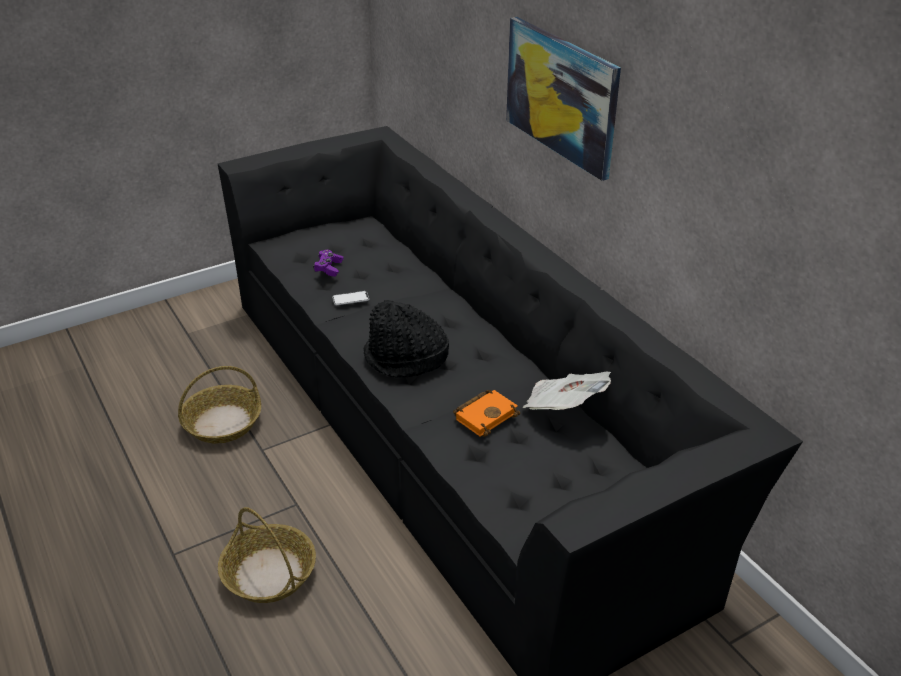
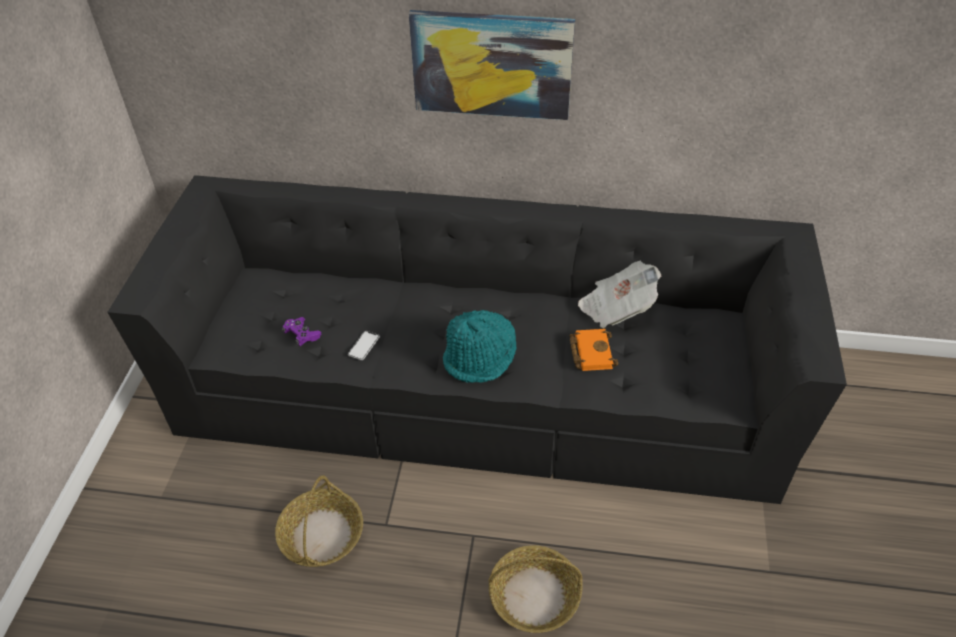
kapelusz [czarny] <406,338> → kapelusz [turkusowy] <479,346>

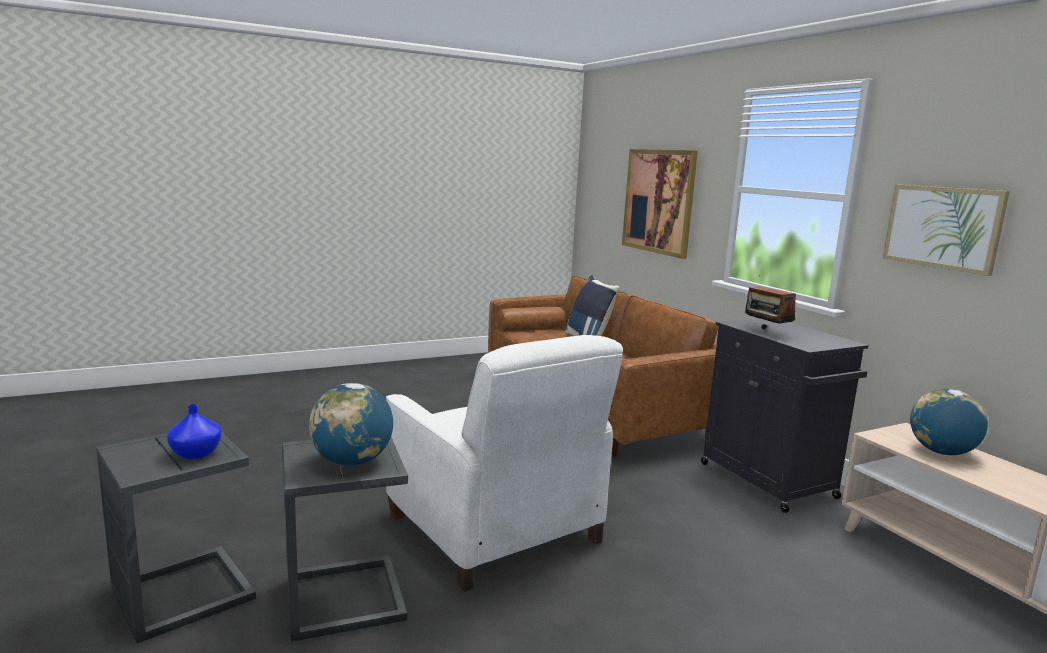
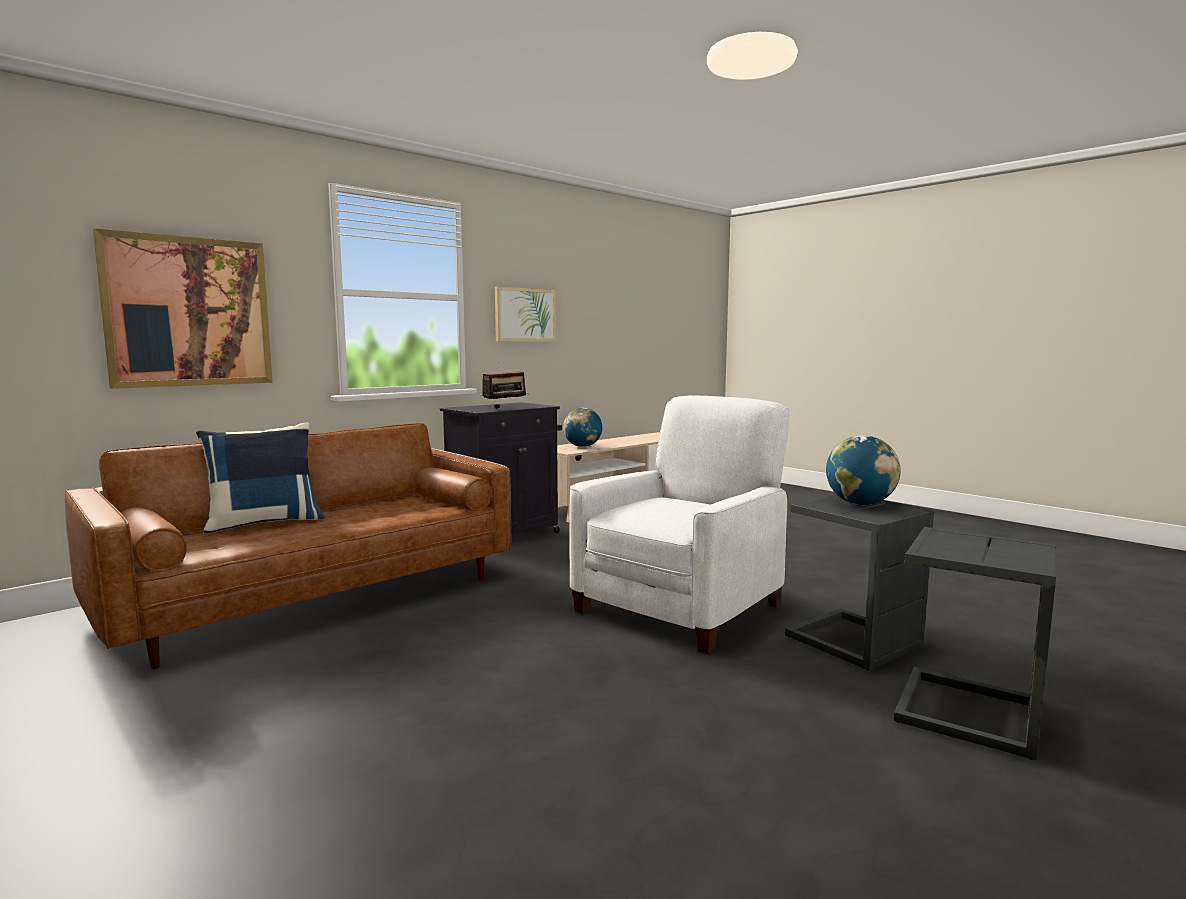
wazon [niebieski] <194,431> → -

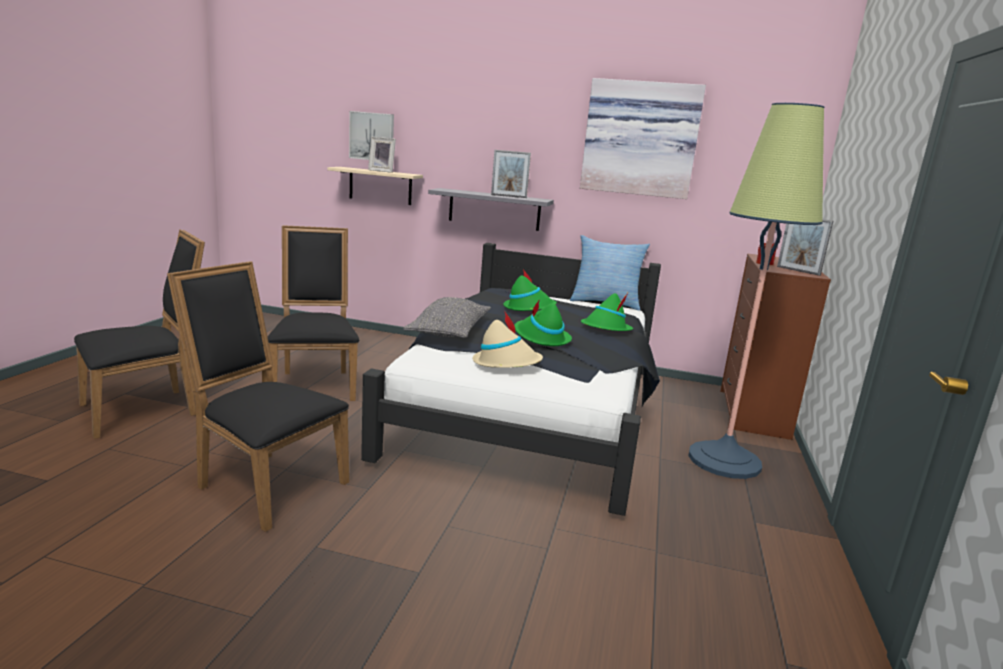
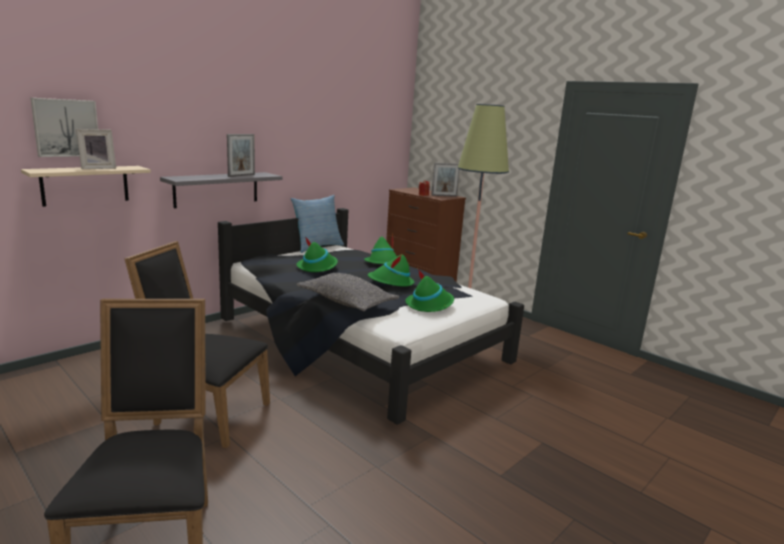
kapelusz [beżowy] <507,340> → kapelusz [zielony] <429,290>
krzesło [czarny] <258,396> → -
obraz <643,138> → -

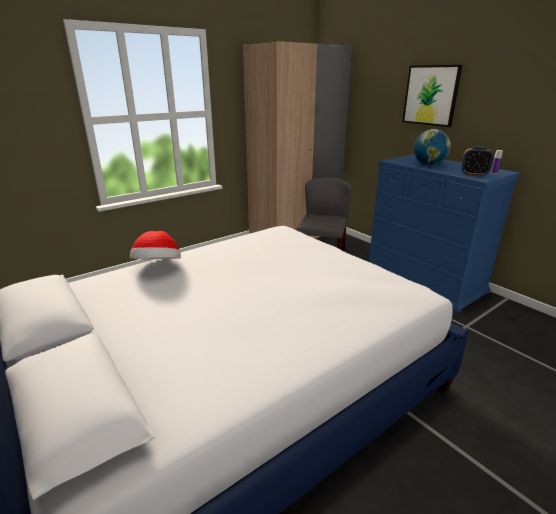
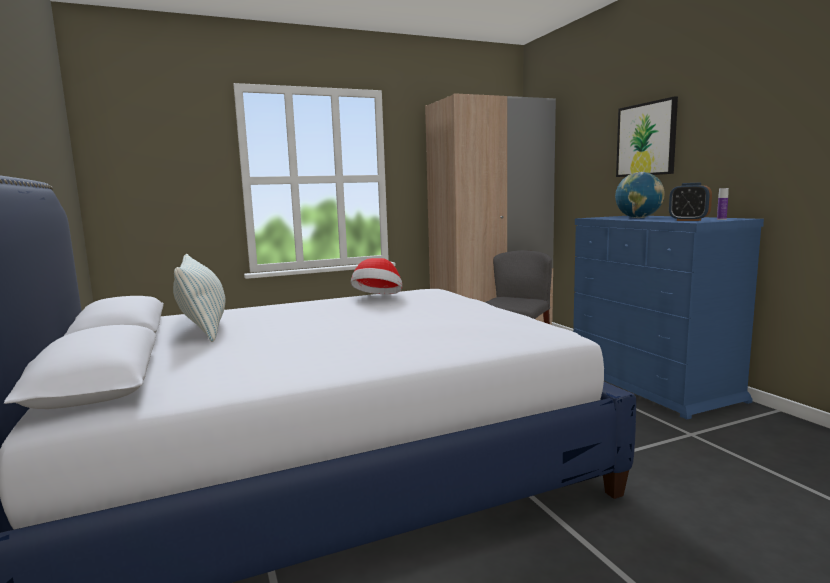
- → poduszka <199,298>
kapelusz <155,245> → kapelusz <376,276>, shifted

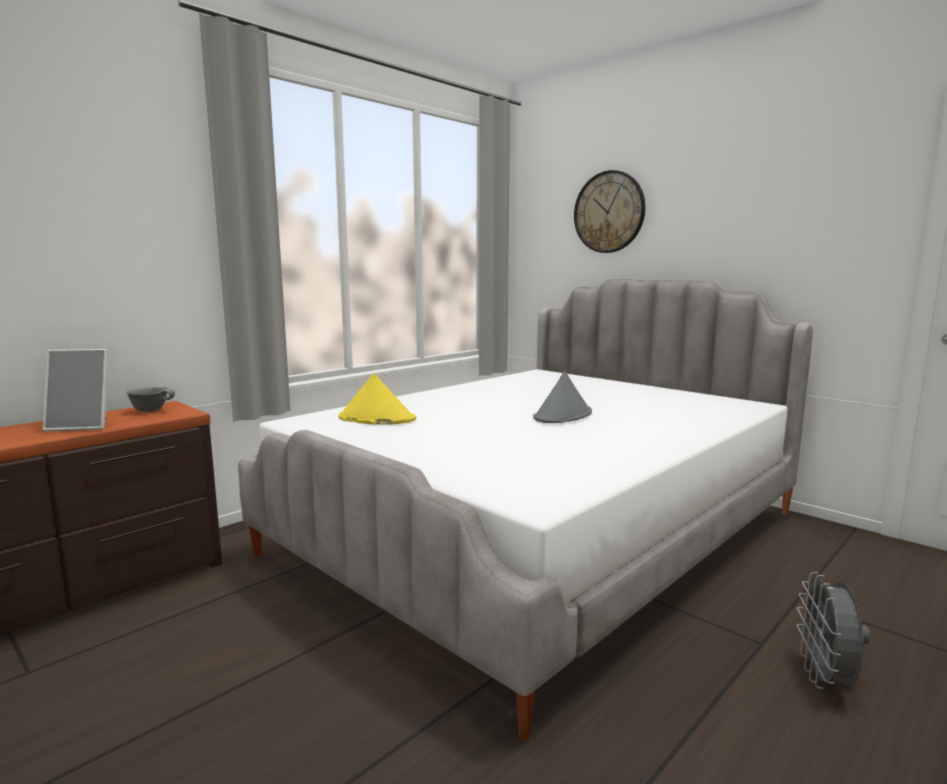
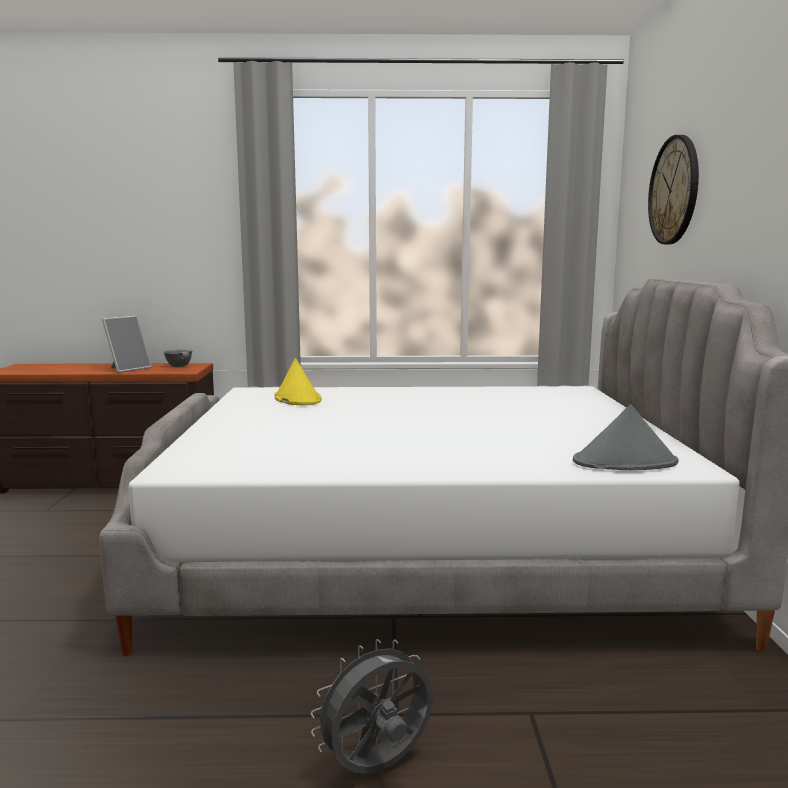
ramka na zdjęcie <75,390> → ramka na zdjęcie <127,344>, 90 degrees counterclockwise
kapelusz [szary] <562,397> → kapelusz [szary] <625,437>, shifted

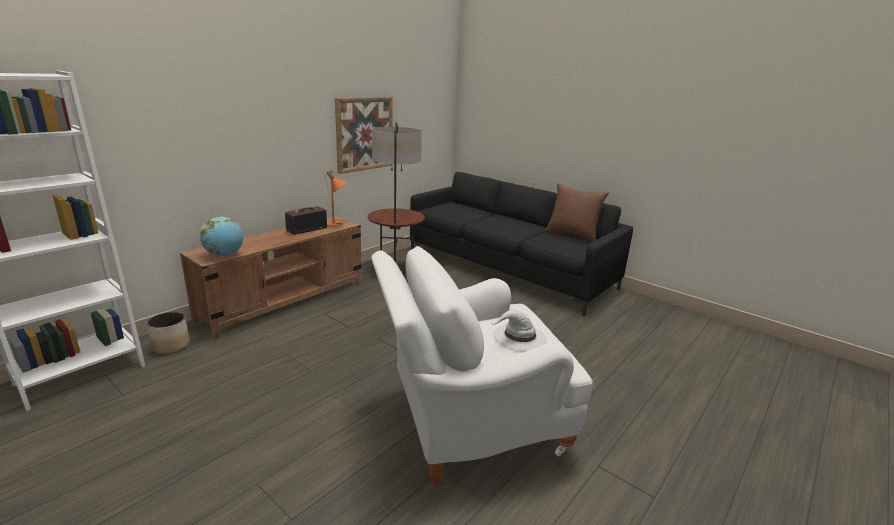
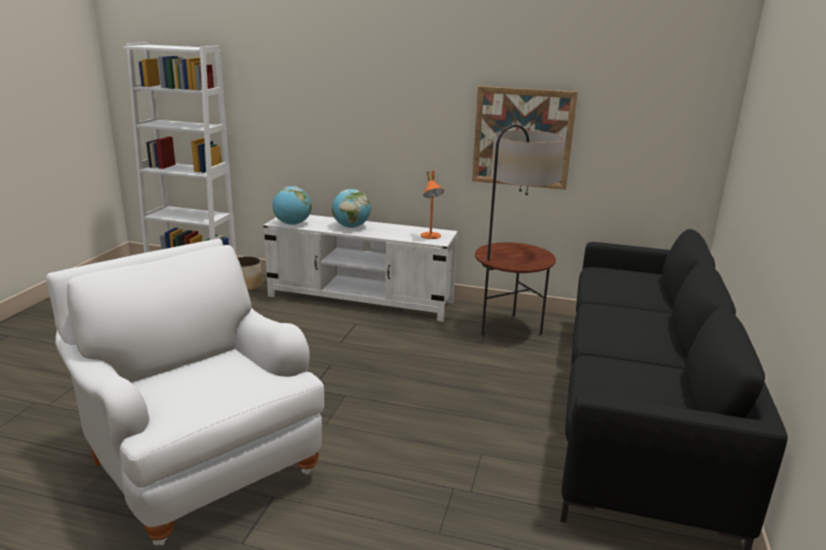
szafka pod telewizor [brązowy] <271,278> → szafka pod telewizor [biały] <360,268>
- → globus <351,208>
radio <306,220> → -
kapelusz [biały] <519,331> → -
poduszka [brązowy] <577,212> → -

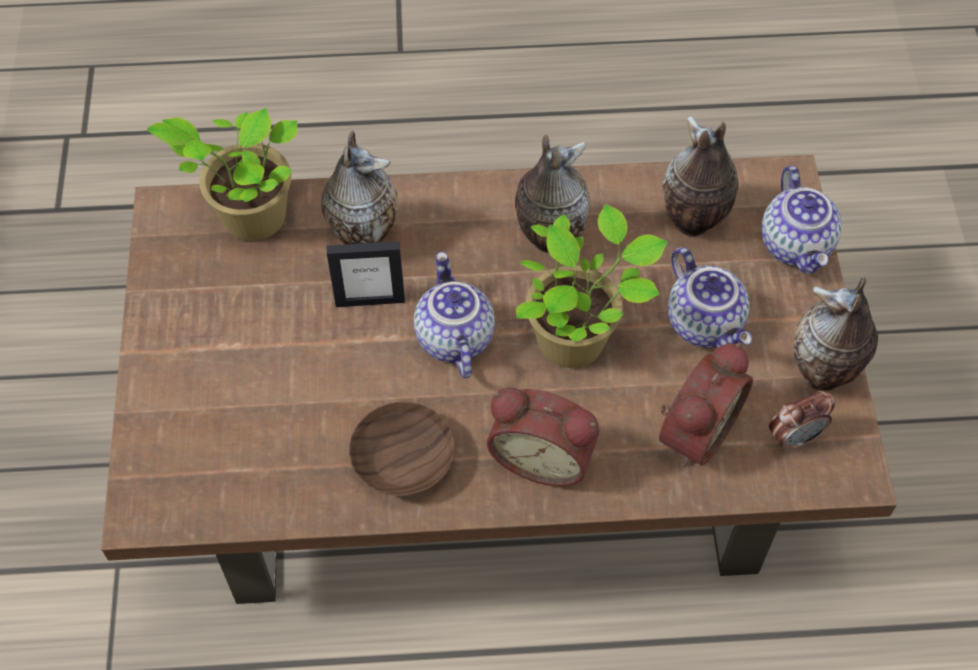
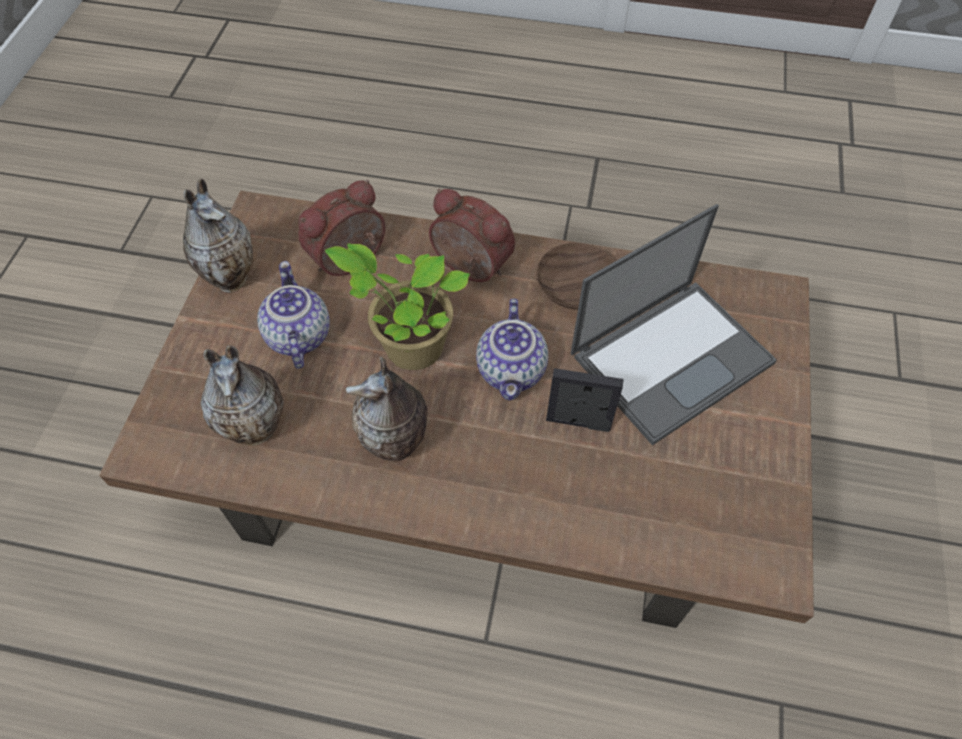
- → laptop <674,325>
roślina doniczkowa <222,174> → -
wazon <359,187> → -
imbryk <801,220> → -
budzik <802,421> → -

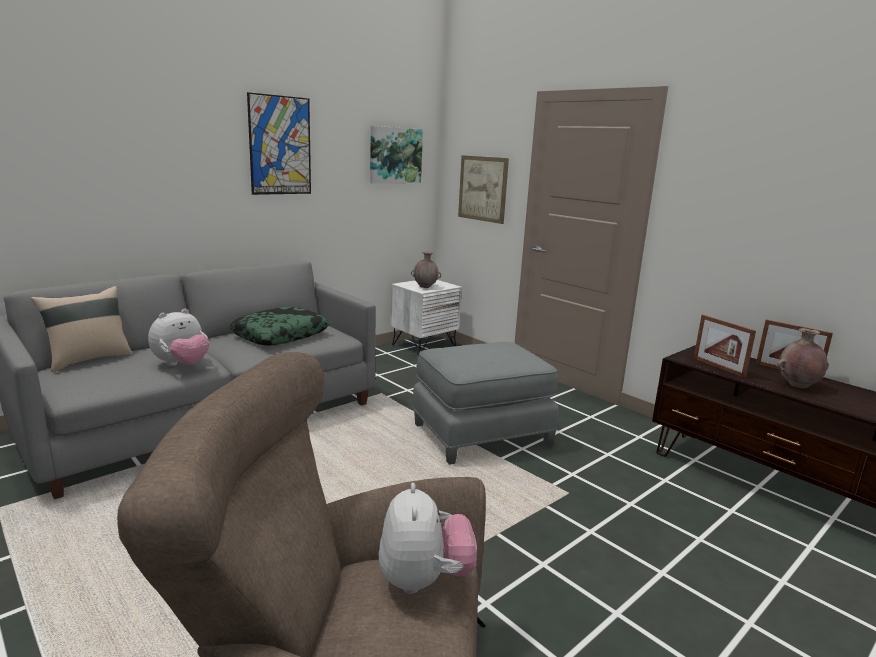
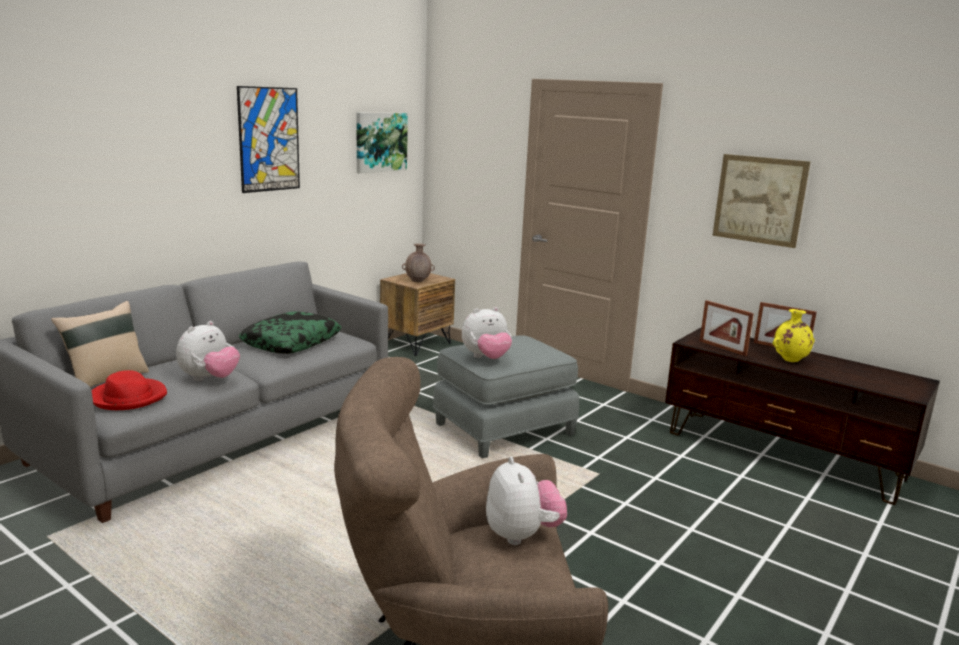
- → kapelusz [czerwony] <129,390>
szafka nocna [biały] <426,318> → szafka nocna [brązowy] <417,314>
- → pluszak <487,333>
obraz <483,189> → obraz <761,201>, shifted
wazon [brązowy] <803,358> → wazon [żółty] <793,335>

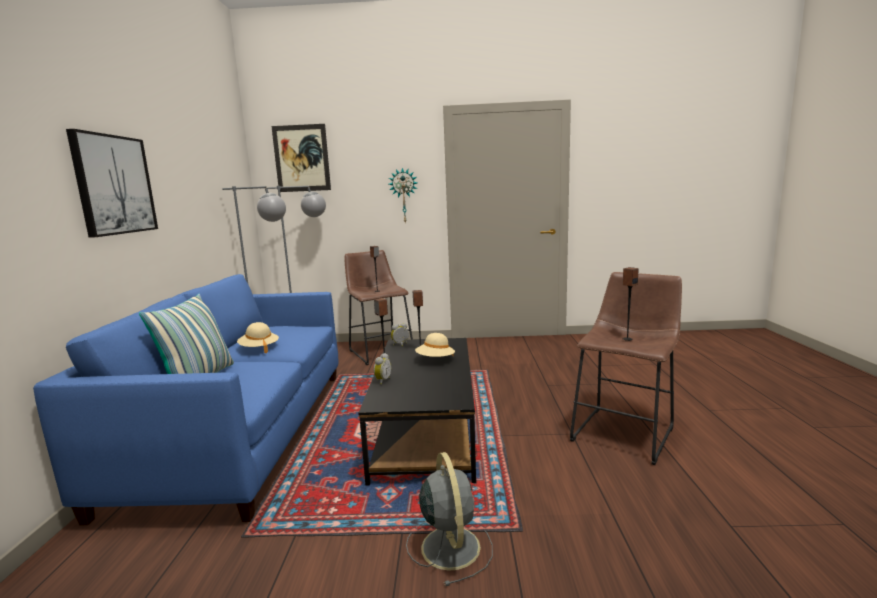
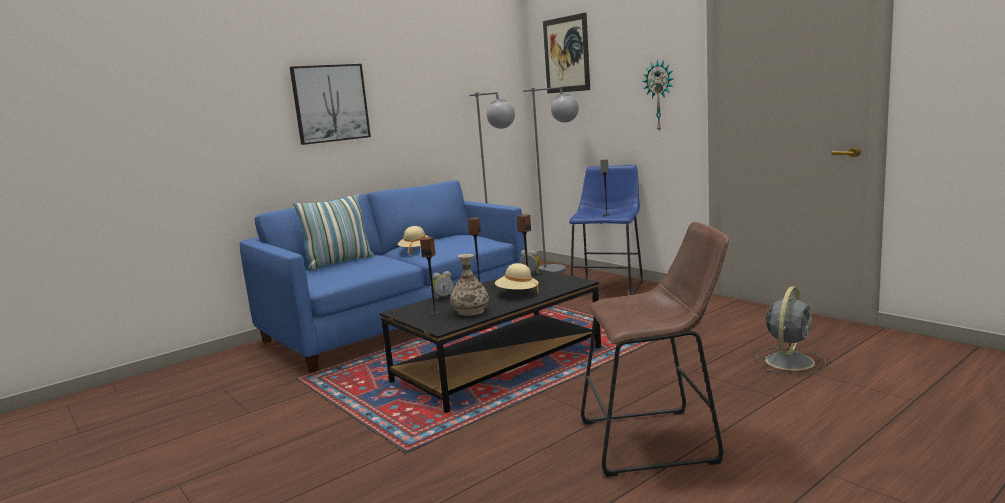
głośnik <630,304> → głośnik <430,276>, shifted
- → wazon <469,285>
stołek [brązowy] <379,307> → stołek [niebieski] <606,230>
wentylator [szary] <449,519> → wentylator [szary] <791,330>, shifted

